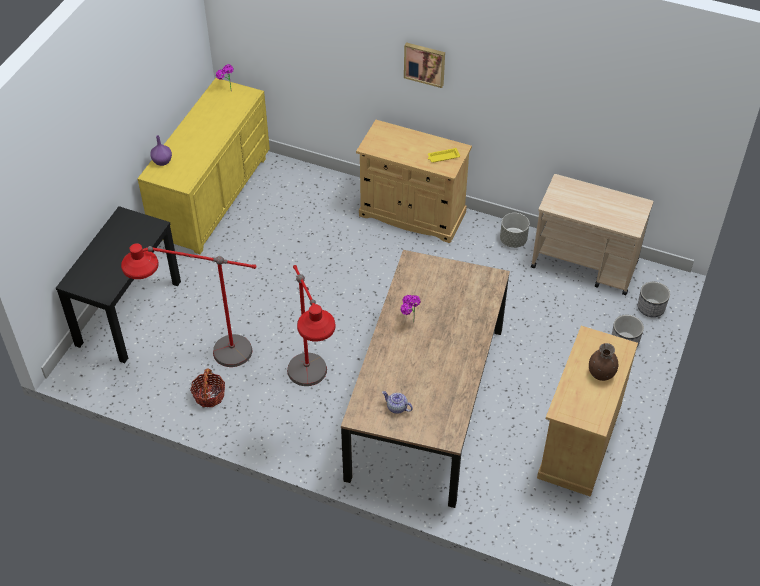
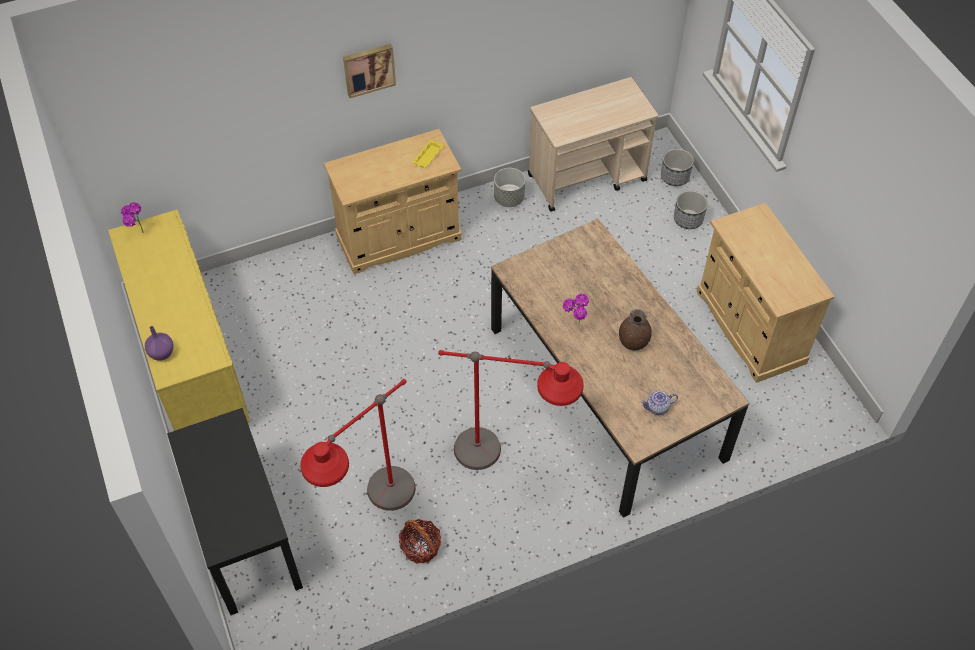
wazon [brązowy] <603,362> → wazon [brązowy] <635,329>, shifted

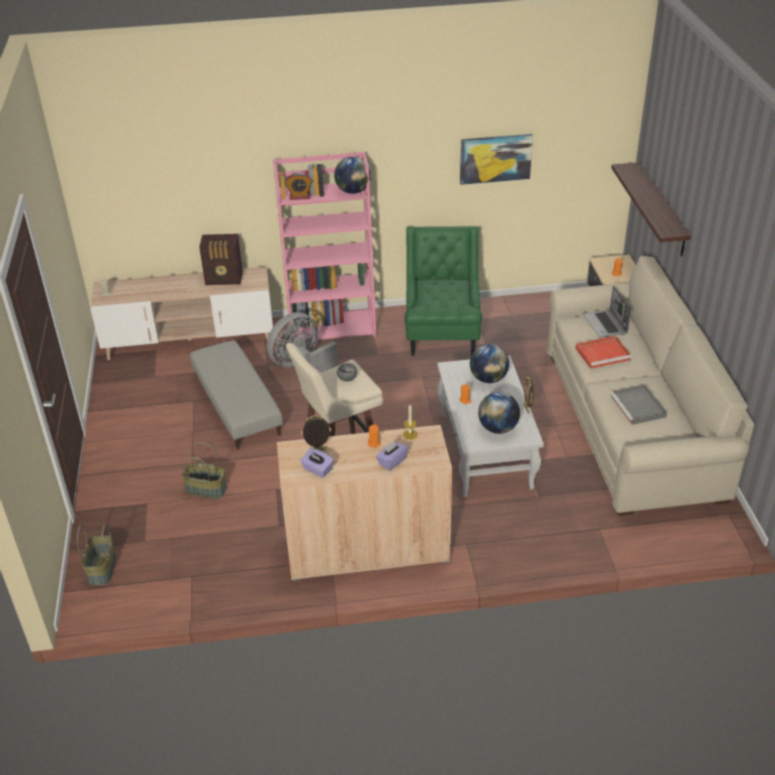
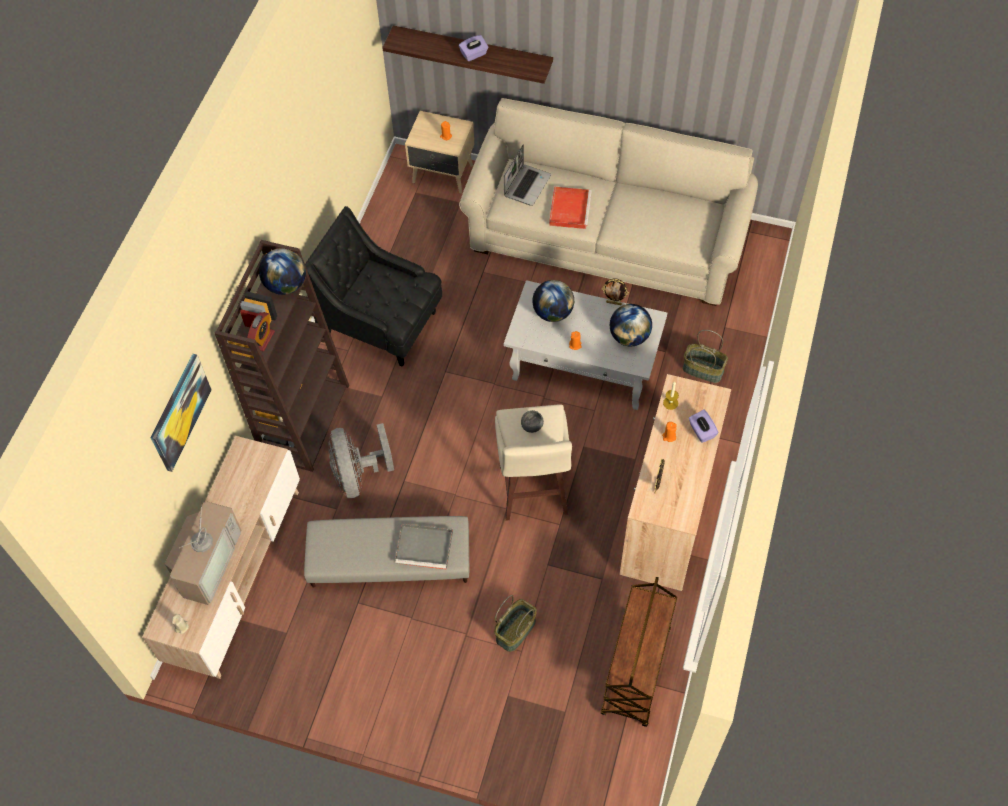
obraz <496,159> → obraz <181,413>, shifted
- → telewizor <203,551>
regał [różowy] <324,246> → regał [brązowy] <282,356>
fotel [zielony] <443,290> → fotel [czarny] <373,286>
taca [szary] <638,404> → taca [szary] <424,546>, shifted
pudełko chusteczek [fioletowy] <317,463> → pudełko chusteczek [fioletowy] <473,48>, shifted
laptop <607,312> → laptop <527,175>, 75 degrees counterclockwise
- → wózek [brązowy] <639,652>
koszyk <96,554> → koszyk <705,356>, shifted
radio <221,259> → -

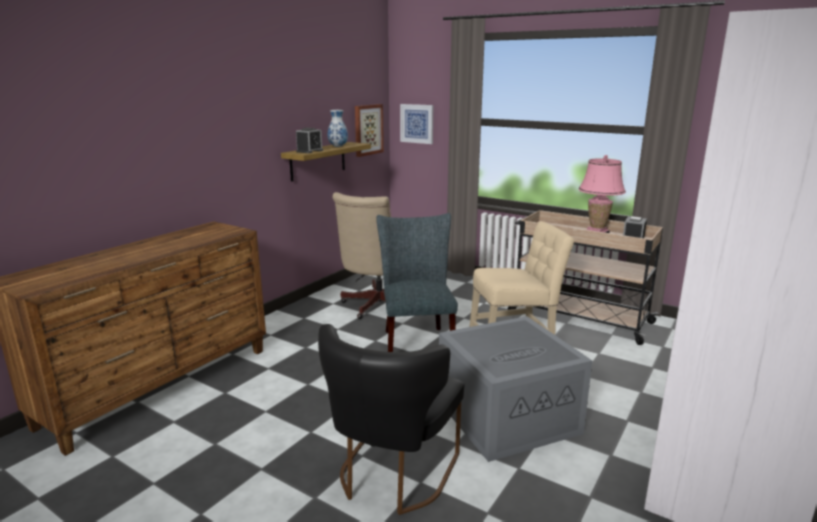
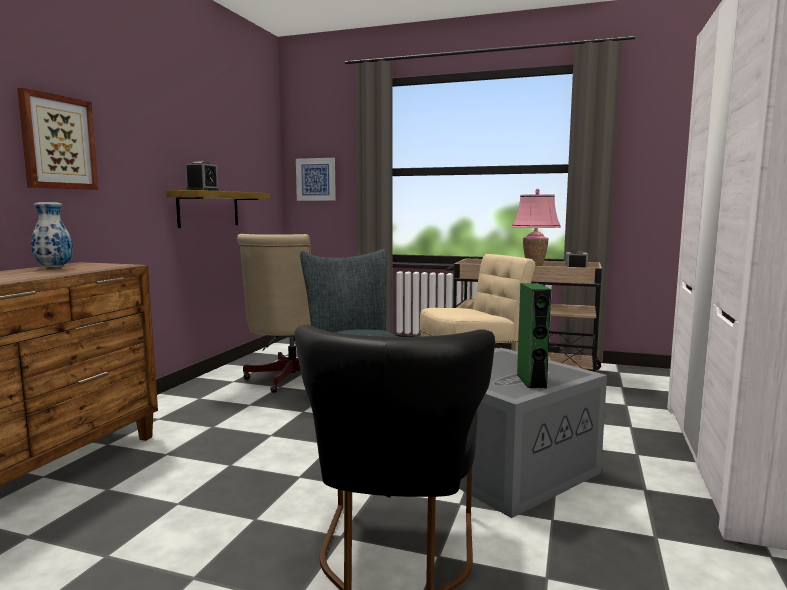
obraz <369,130> → obraz <58,138>, shifted
wazon <338,128> → wazon <52,235>, shifted
- → głośnik [zielony] <534,336>

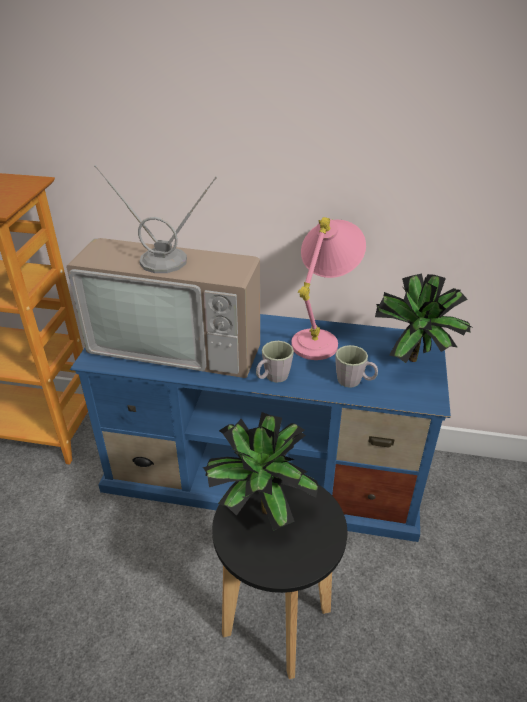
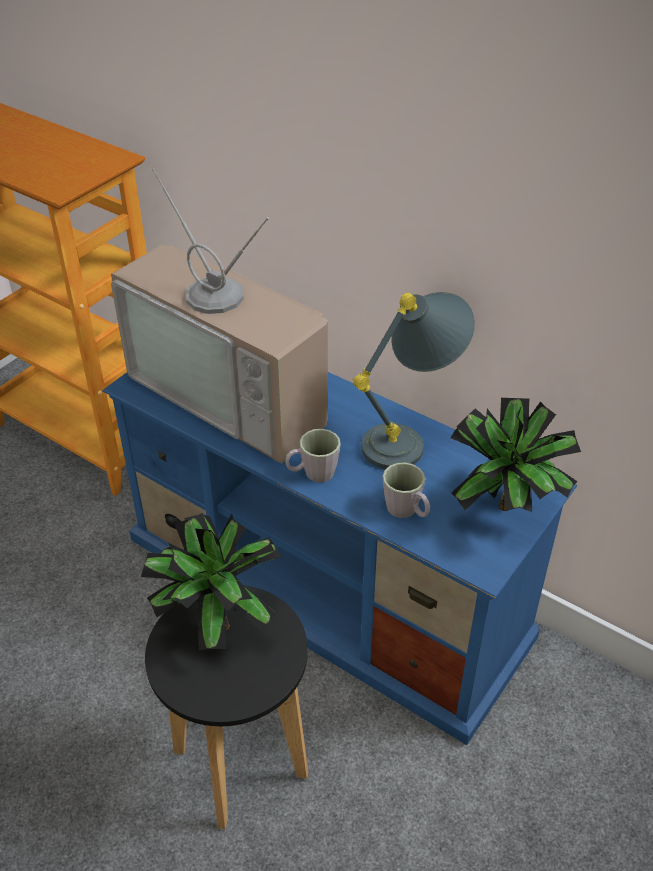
lampa stołowa [różowy] <328,288> → lampa stołowa [szary] <414,380>

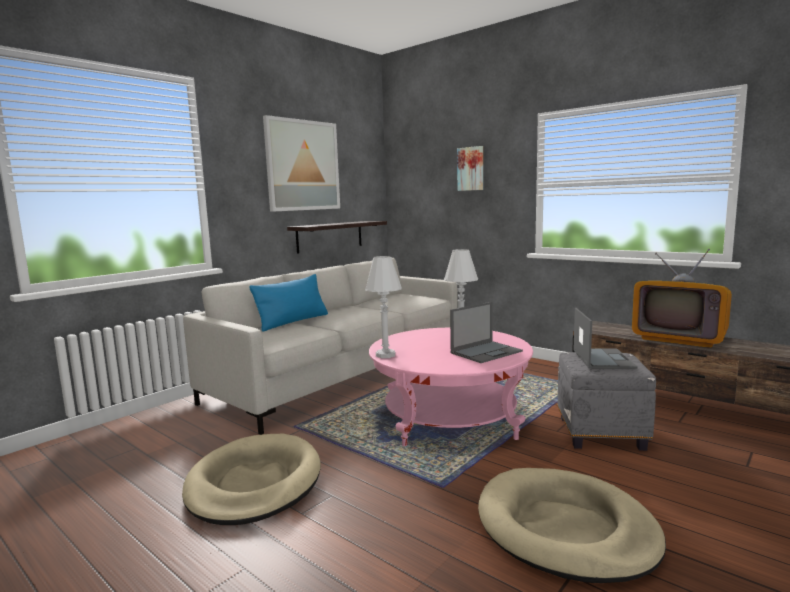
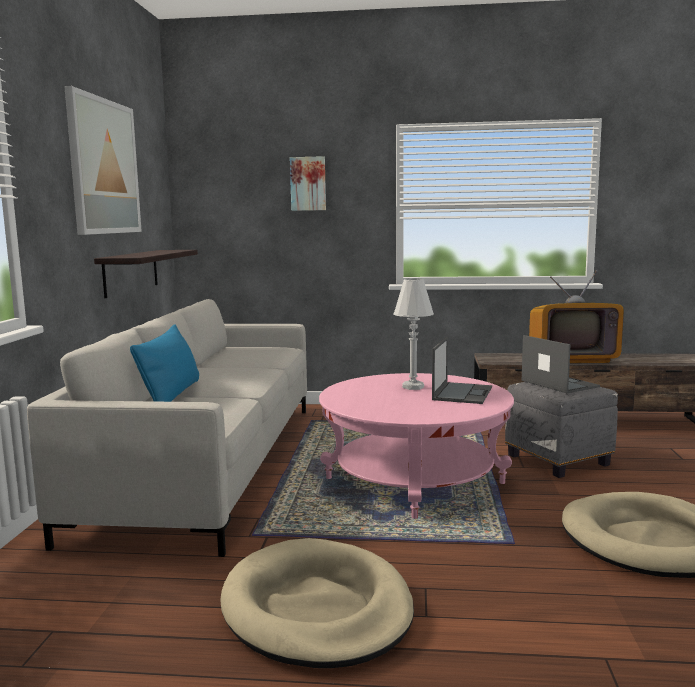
lampa stołowa [biały] <383,307> → -

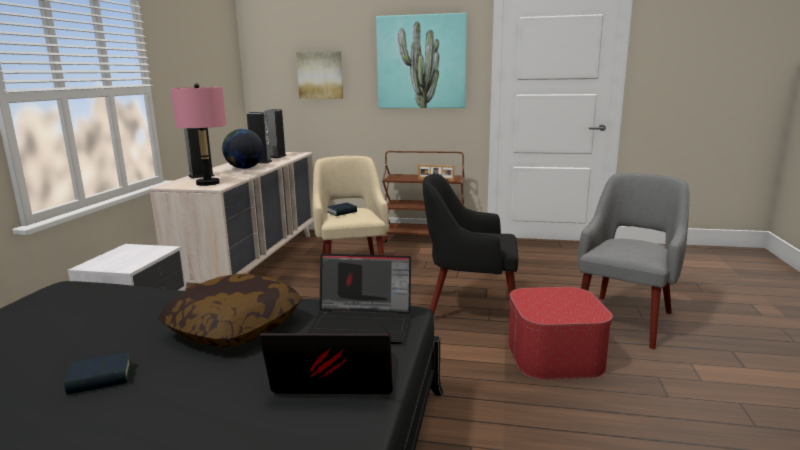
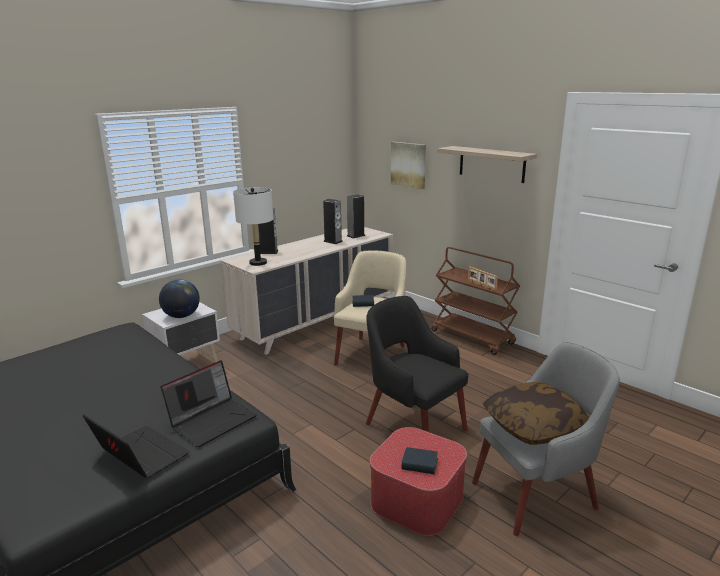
globus <243,149> → globus <179,299>, shifted
laptop <358,299> → laptop <209,403>, 90 degrees counterclockwise
lampa stołowa [różowy] <198,134> → lampa stołowa [biały] <253,226>
książka <98,373> → książka <419,460>, shifted
obraz <421,60> → półka <487,164>
poduszka <230,310> → poduszka <536,413>, shifted

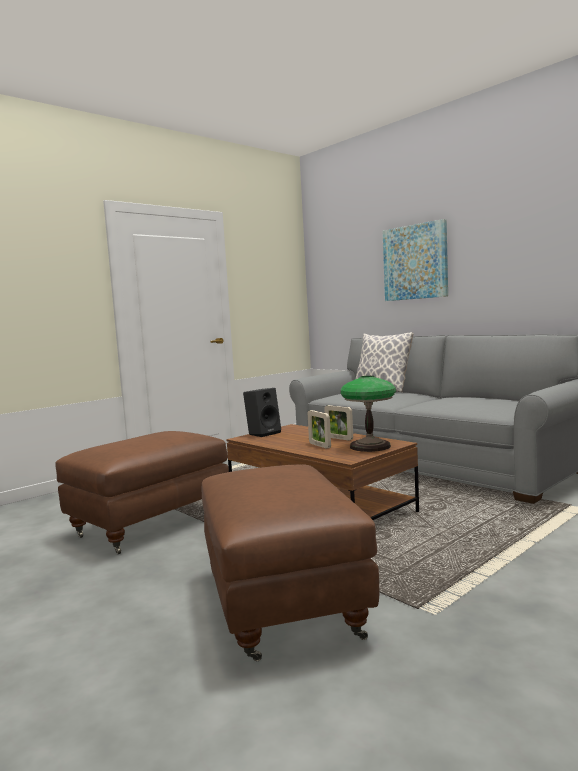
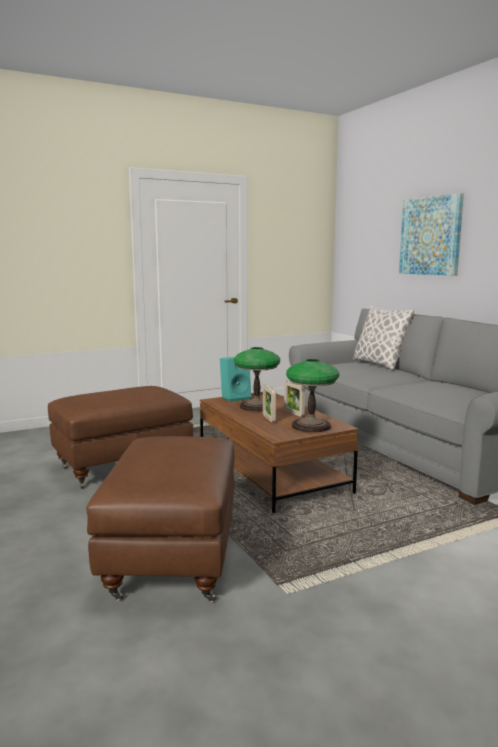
głośnik [czarny] <262,412> → głośnik [turkusowy] <235,379>
- → lampa stołowa <257,379>

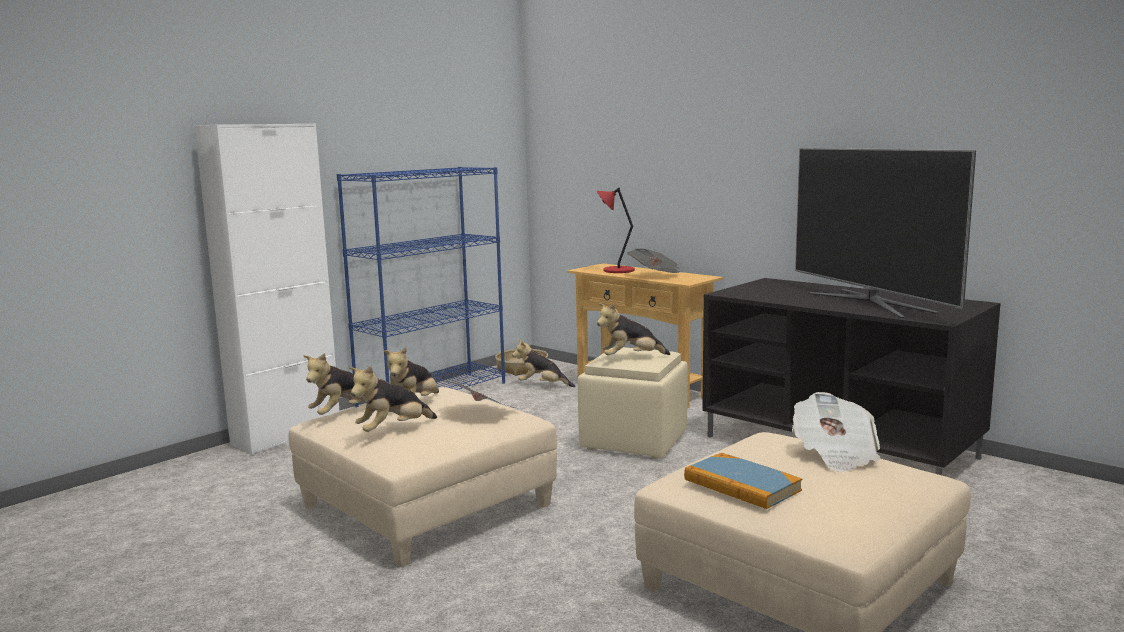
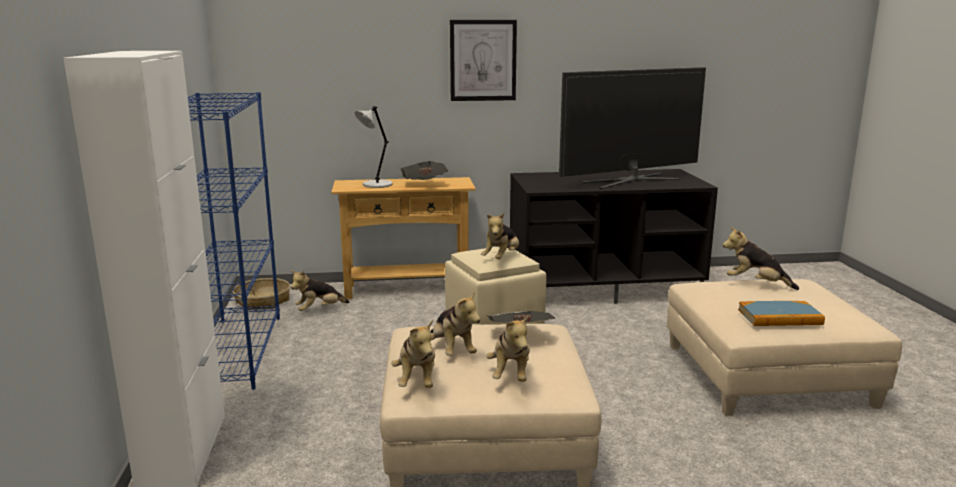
lampa stołowa [czerwony] <616,230> → lampa stołowa [szary] <373,147>
- → obraz <483,60>
telewizor <885,233> → telewizor <632,128>, 135 degrees clockwise
gazeta <836,432> → pluszak <761,258>

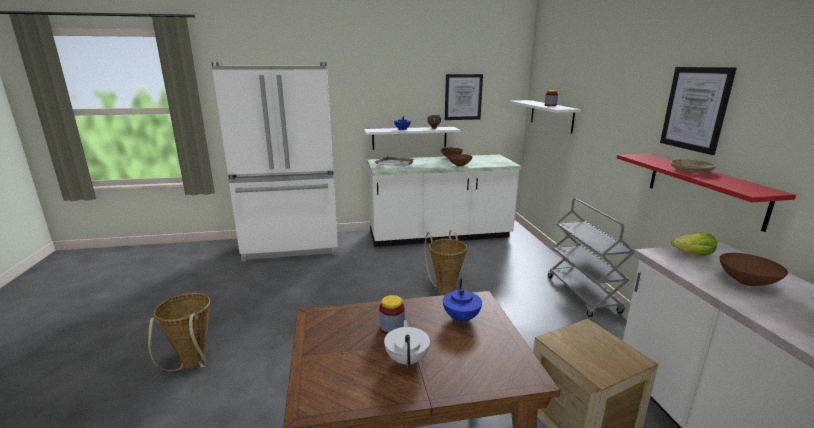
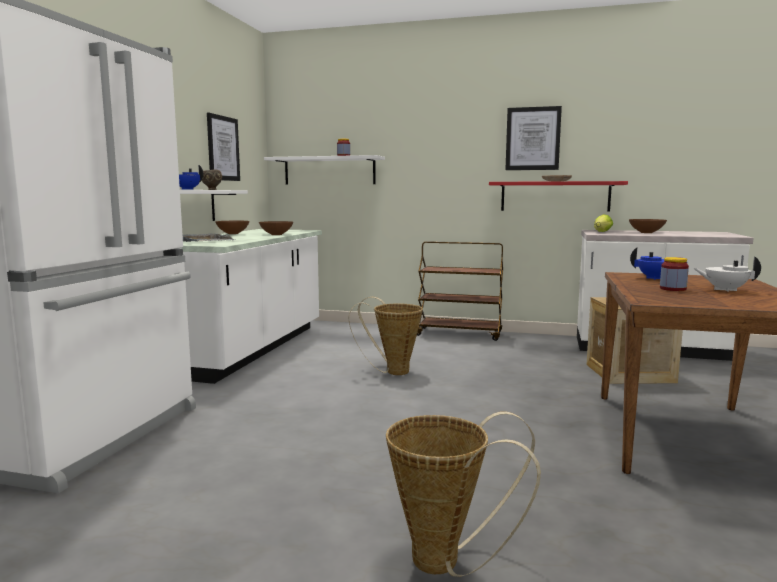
wózek [szary] <591,257> → wózek [brązowy] <460,291>

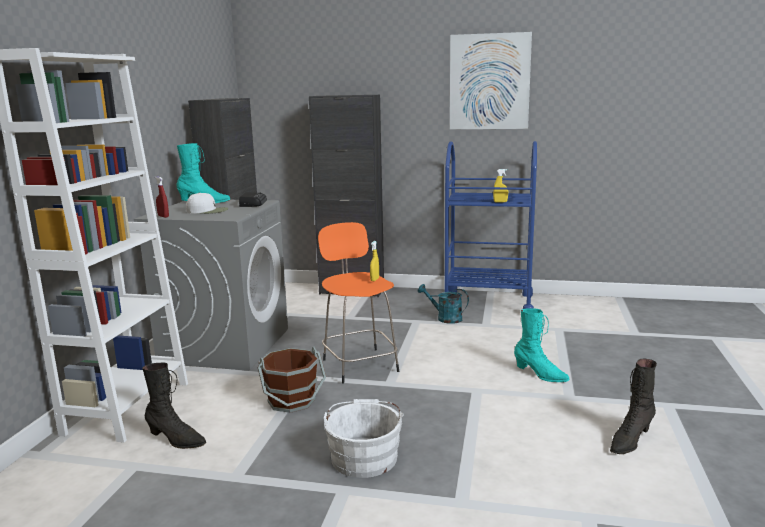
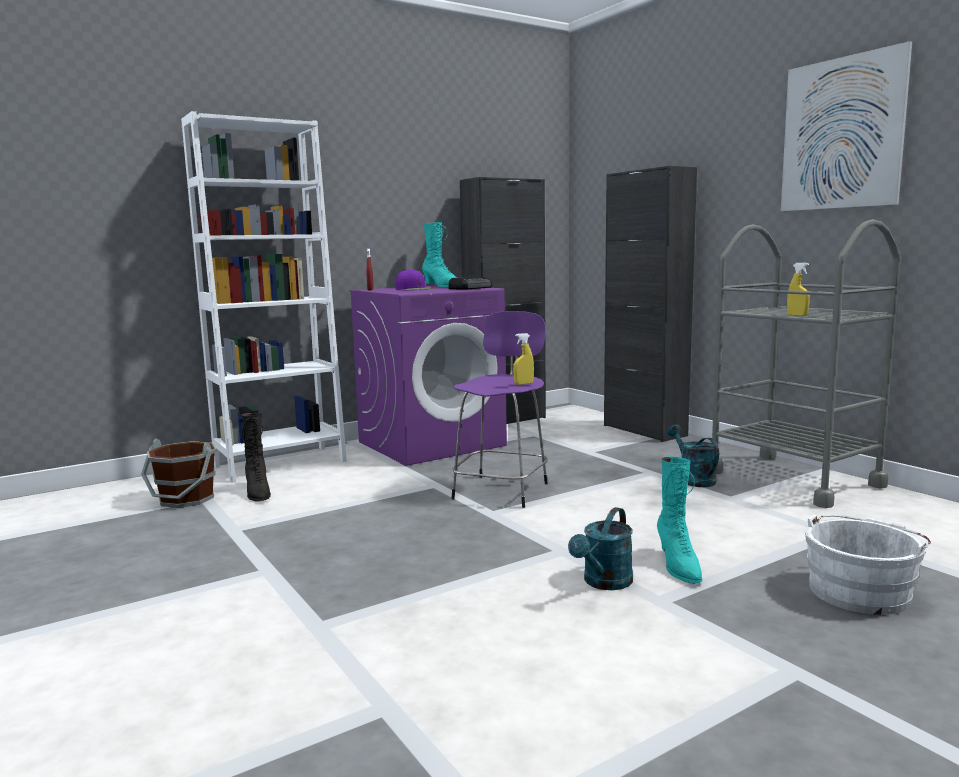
wiadro [brązowy] <292,380> → wiadro [brązowy] <178,473>, shifted
pralka [szary] <211,285> → pralka [fioletowy] <428,375>
czapka z daszkiem [biały] <207,203> → czapka z daszkiem [fioletowy] <415,279>
stołek [pomarańczowy] <358,303> → stołek [fioletowy] <499,409>
- → konewka [turkusowy] <600,548>
wózek [niebieski] <491,225> → wózek [szary] <806,363>
wiadro [biały] <363,438> → wiadro [biały] <868,564>, shifted
but z cholewką [czarny] <633,406> → -

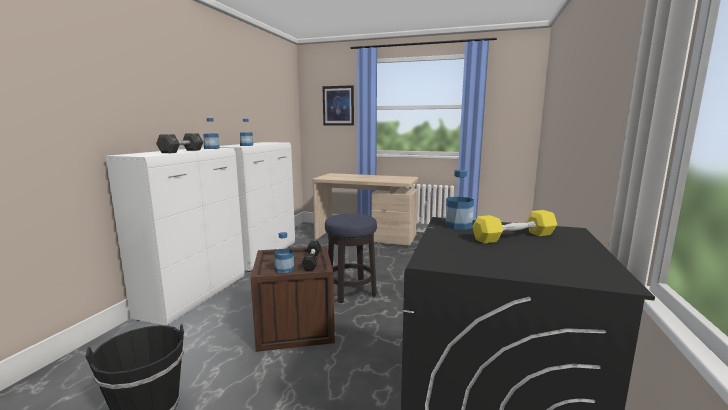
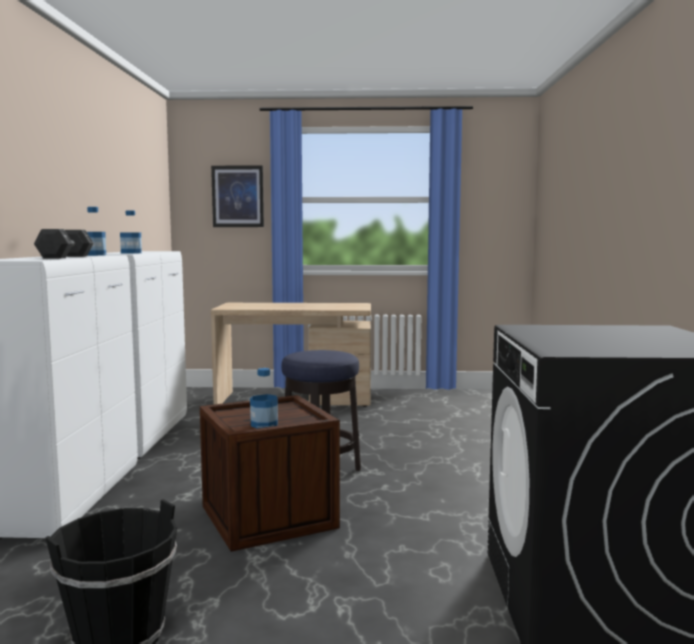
hantel [czarny] <311,256> → -
butelka <460,200> → -
hantel [żółty] <515,227> → -

